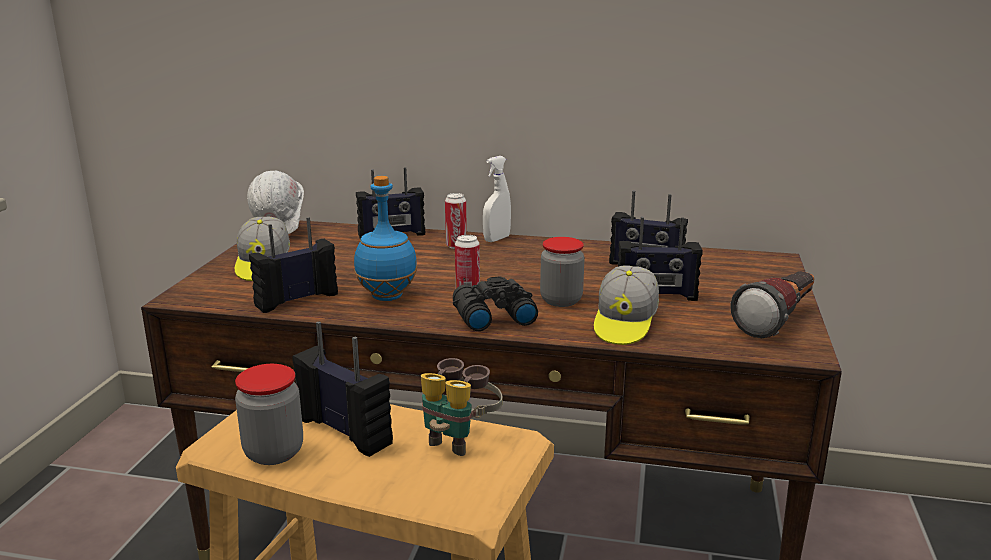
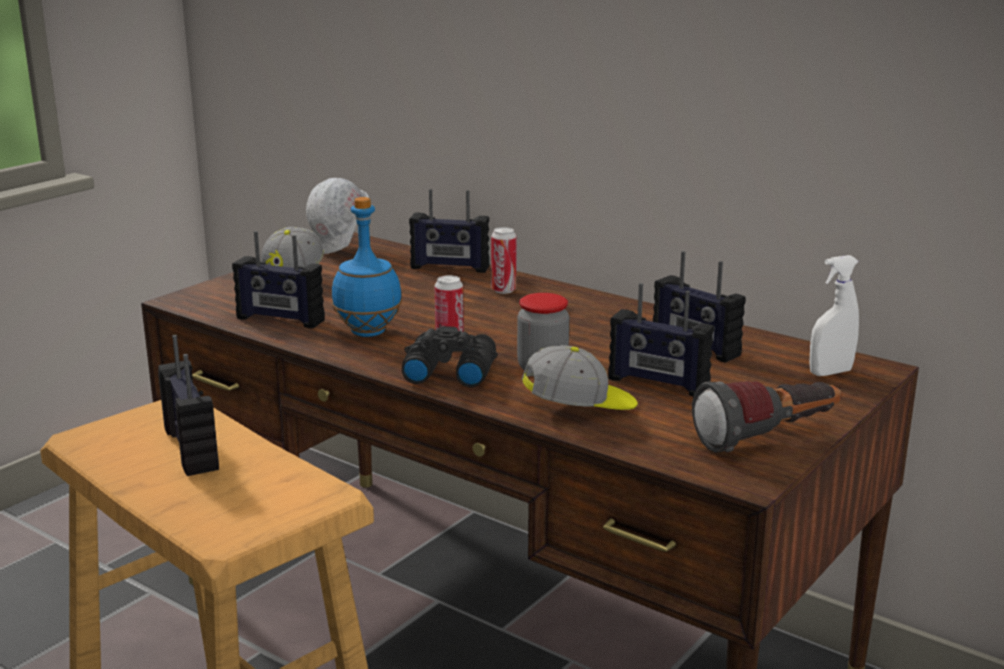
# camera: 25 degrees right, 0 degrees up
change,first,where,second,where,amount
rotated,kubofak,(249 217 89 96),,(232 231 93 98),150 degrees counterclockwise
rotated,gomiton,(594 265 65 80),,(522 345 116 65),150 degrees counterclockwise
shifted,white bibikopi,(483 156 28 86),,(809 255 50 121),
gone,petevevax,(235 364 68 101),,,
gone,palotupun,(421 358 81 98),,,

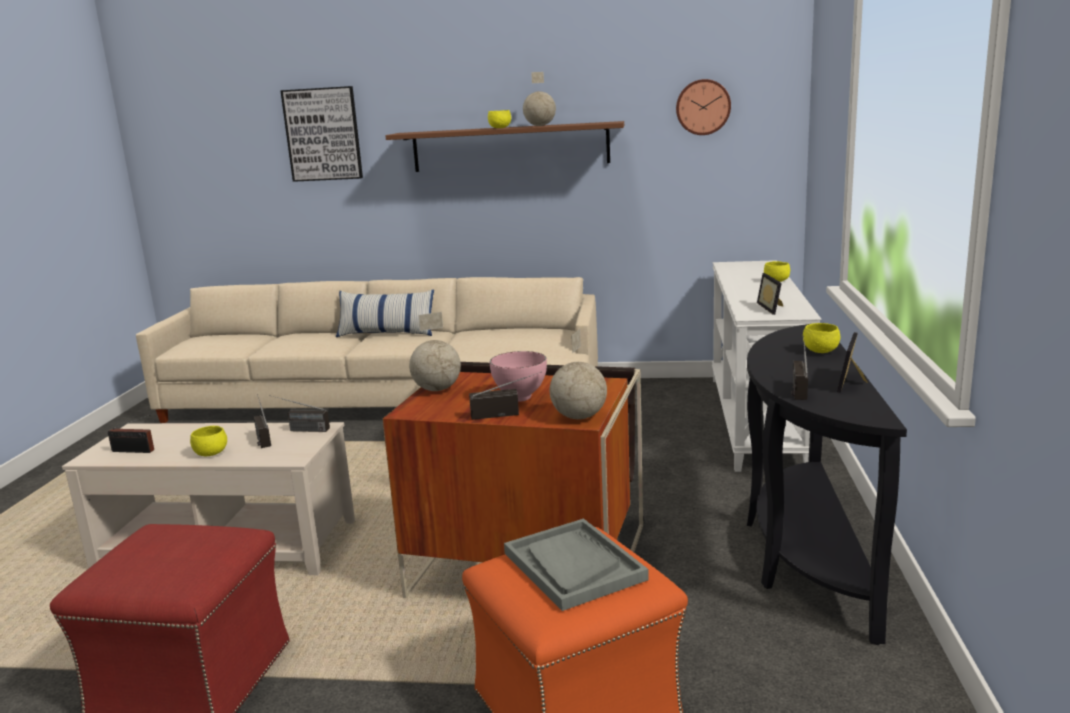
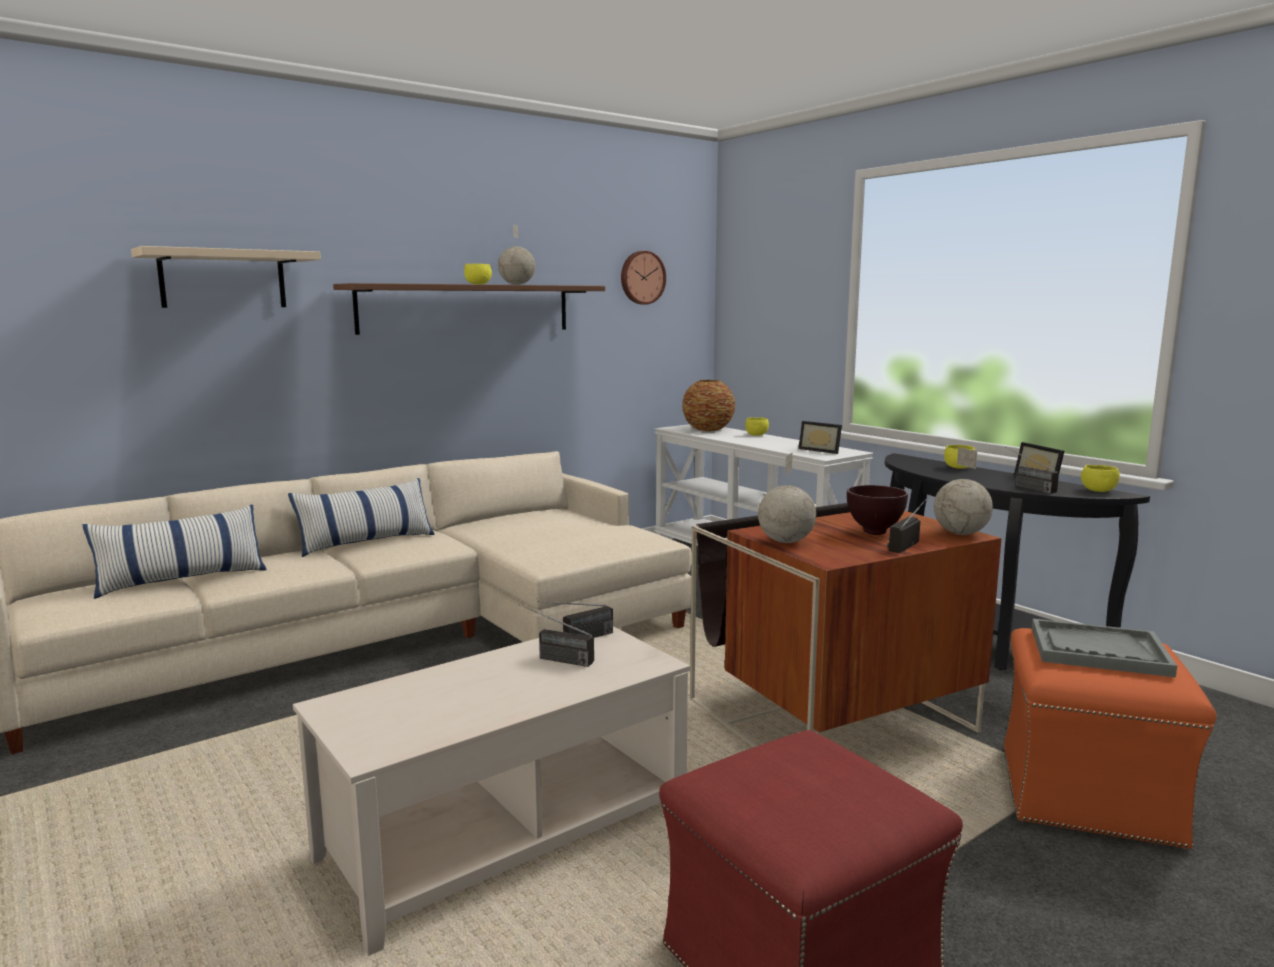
# camera: 45 degrees left, 5 degrees down
change,first,where,second,where,amount
new,,,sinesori,(82 504 185 95),
swapped,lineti,(280 86 83 96),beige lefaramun,(131 246 190 62),
new,,,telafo,(682 380 53 51),
repainted,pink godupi,(490 351 57 51),brown godupi,(847 485 61 50),
shifted,yellow godupi,(190 426 37 30),,(1081 465 39 27),
gone,kubofak,(108 414 46 39),,,

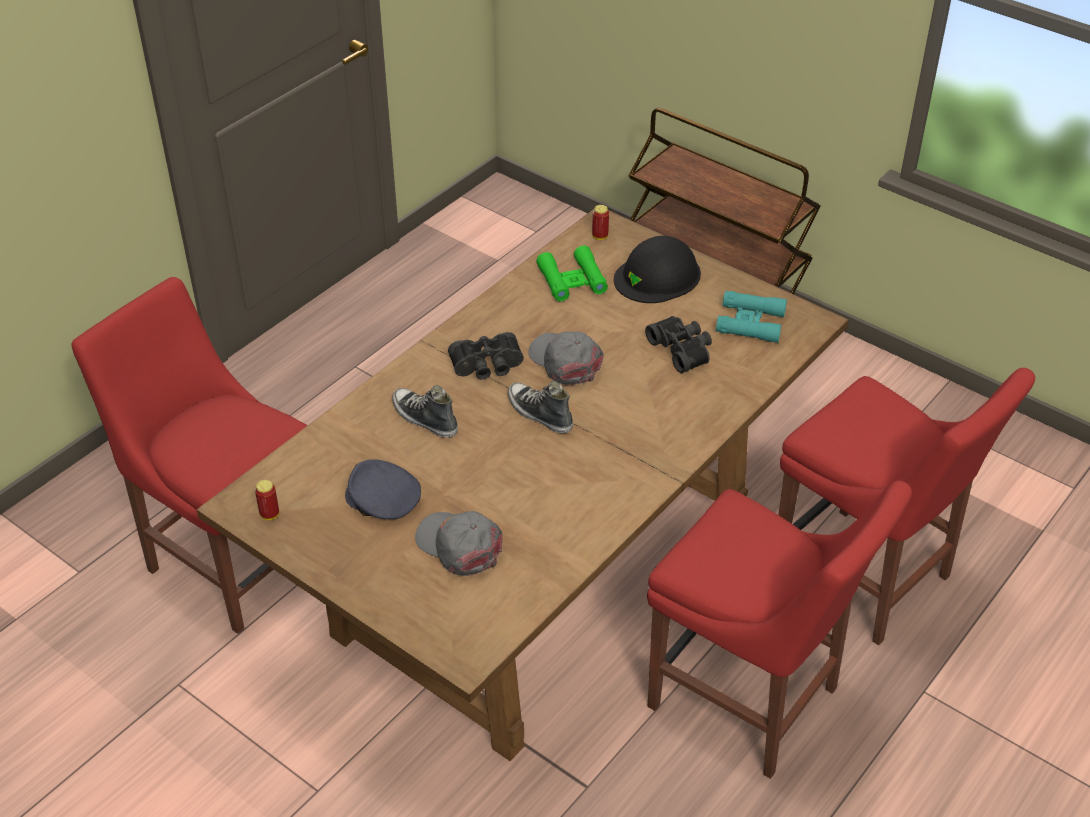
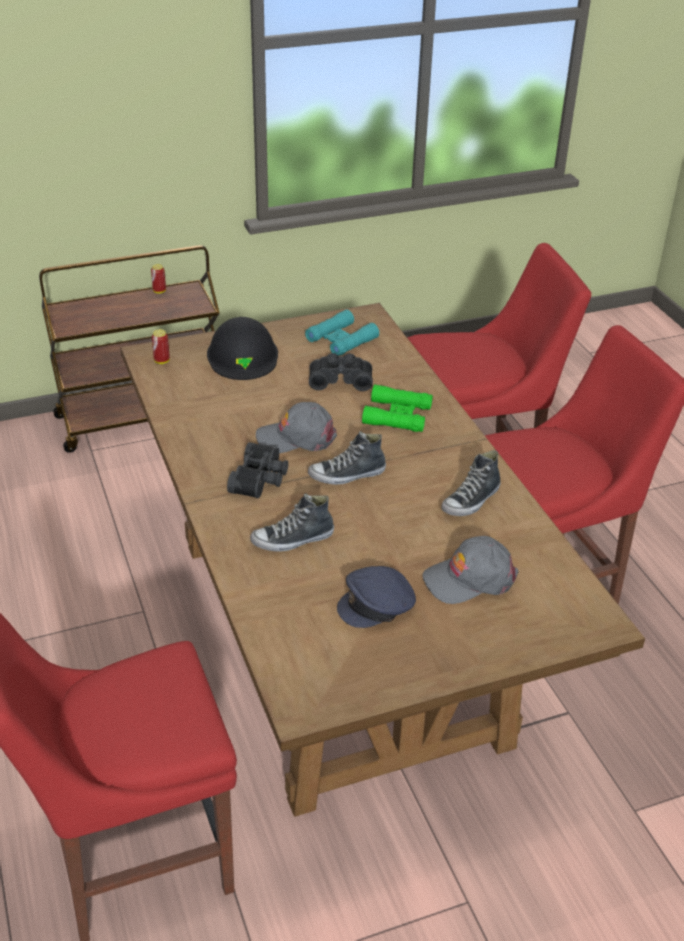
# camera: 60 degrees left, 5 degrees down
change,first,where,second,where,amount
shifted,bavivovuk,(255 480 24 40),,(151 264 15 30),
shifted,green palotupun,(536 246 72 55),,(362 384 71 48),
new,,,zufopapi,(441 450 60 66),

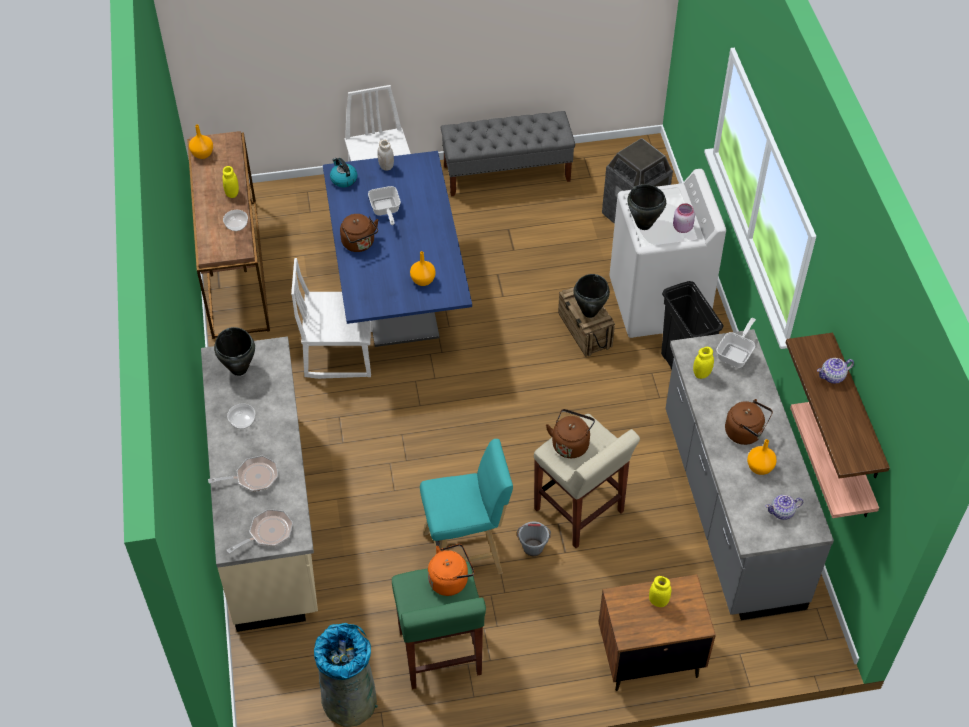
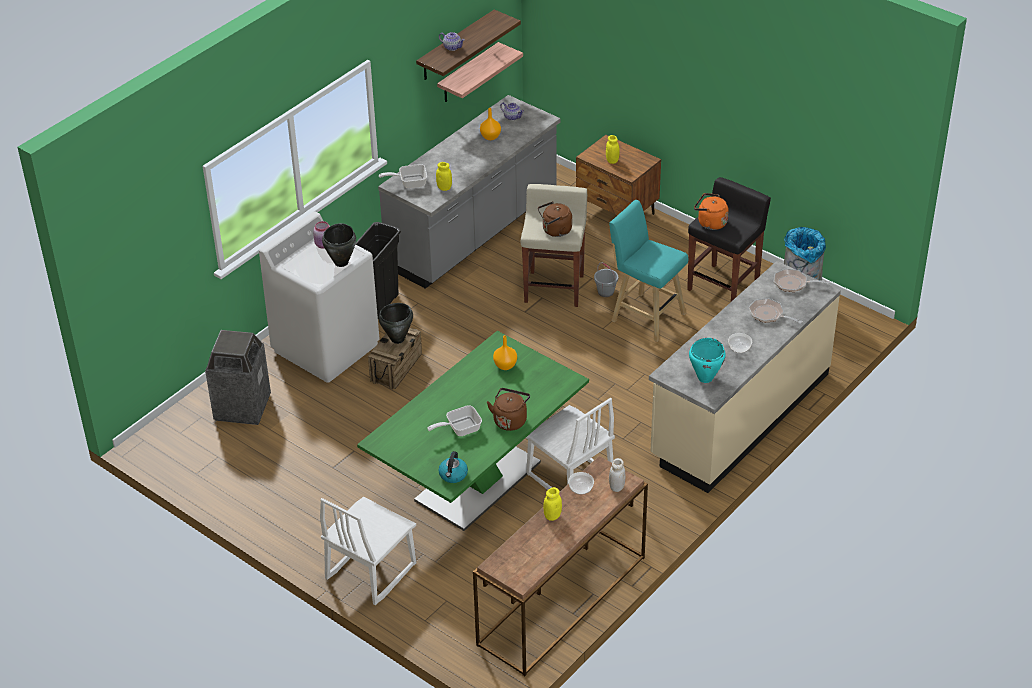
# camera: 130 degrees left, 10 degrees down
change,first,where,second,where,amount
repainted,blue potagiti,(323 151 149 196),green potagiti,(357 331 232 200),
rotated,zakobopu,(368 186 33 39),,(427 405 55 31),150 degrees counterclockwise
shifted,white petevevax,(378 139 16 32),,(609 458 16 34),
repainted,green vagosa,(392 562 94 127),black vagosa,(687 177 84 125),
repainted,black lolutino,(214 327 41 49),turquoise lolutino,(689 338 37 45),
gone,orange telafo,(189 124 24 35),,,
gone,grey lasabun,(441 111 134 85),,,
gone,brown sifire,(725 399 48 46),,,

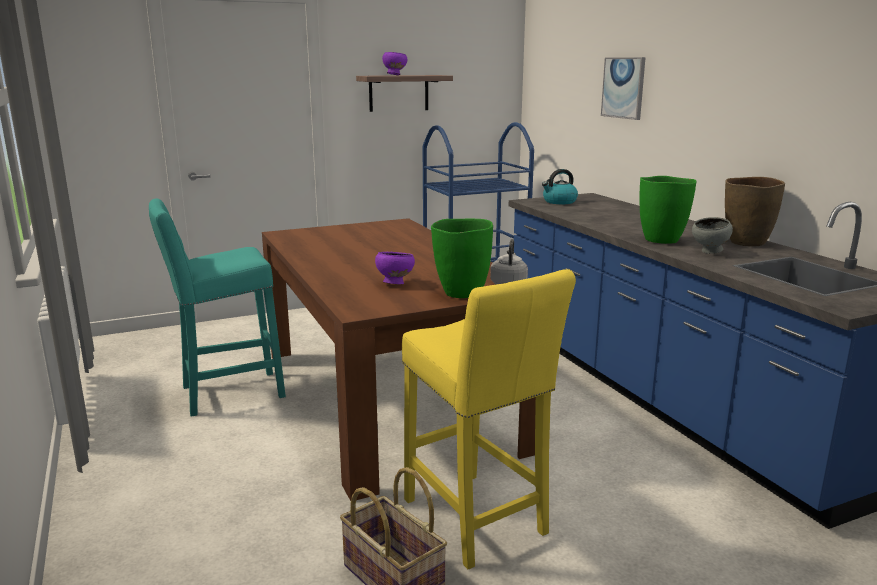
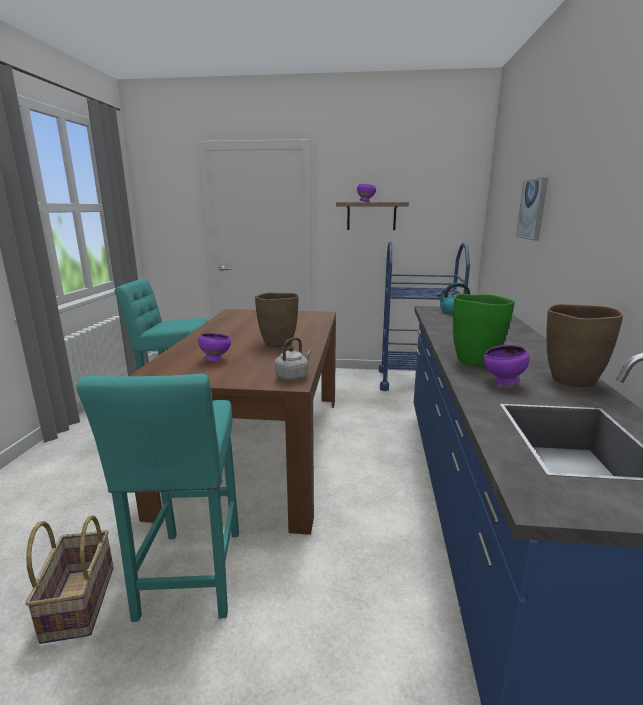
# camera: 30 degrees right, 0 degrees up
change,first,where,second,where,amount
repainted,yellow vagosa,(402 269 174 301),turquoise vagosa,(77 374 162 248),
new,,,brown telafo,(255 292 43 55),
repainted,grey godupi,(692 217 41 37),purple godupi,(483 345 46 41),
gone,green telafo,(431 219 62 79),,,

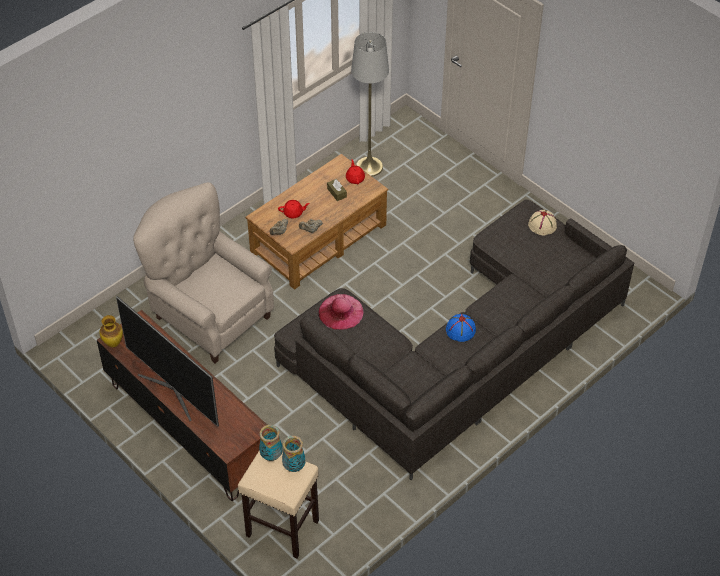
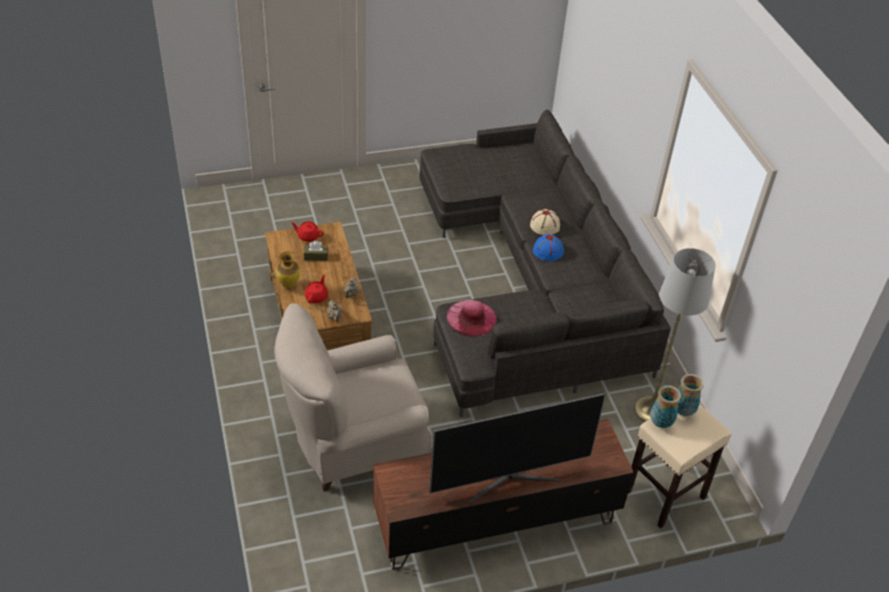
# camera: 65 degrees left, 5 degrees down
change,first,where,second,where,amount
shifted,telafo,(99 315 24 33),,(276 252 24 36),
shifted,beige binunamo,(528 210 29 25),,(530 209 30 26),
shifted,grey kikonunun,(351 32 38 145),,(634 248 81 174),

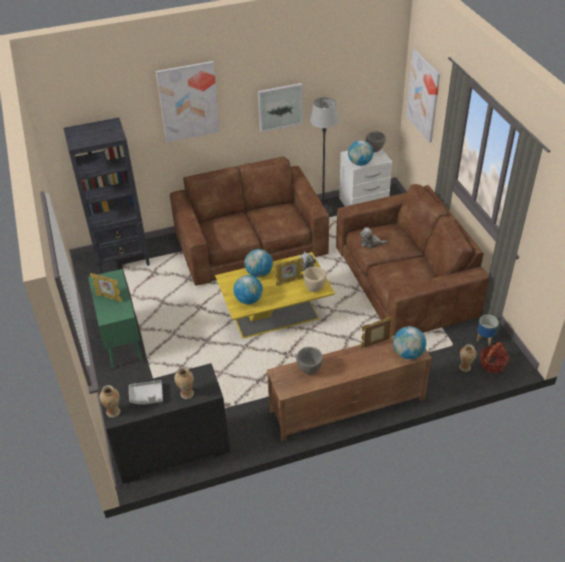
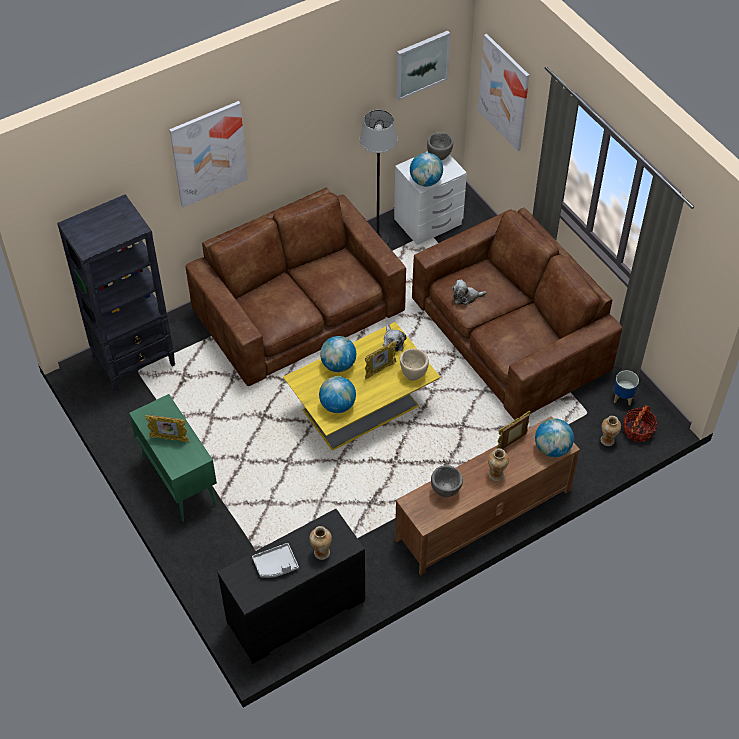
# camera: 15 degrees left, 10 degrees up
change,first,where,second,where,amount
shifted,lineti,(258 83 45 49),,(396 31 54 69),
shifted,telafo,(99 385 21 33),,(488 448 21 33),

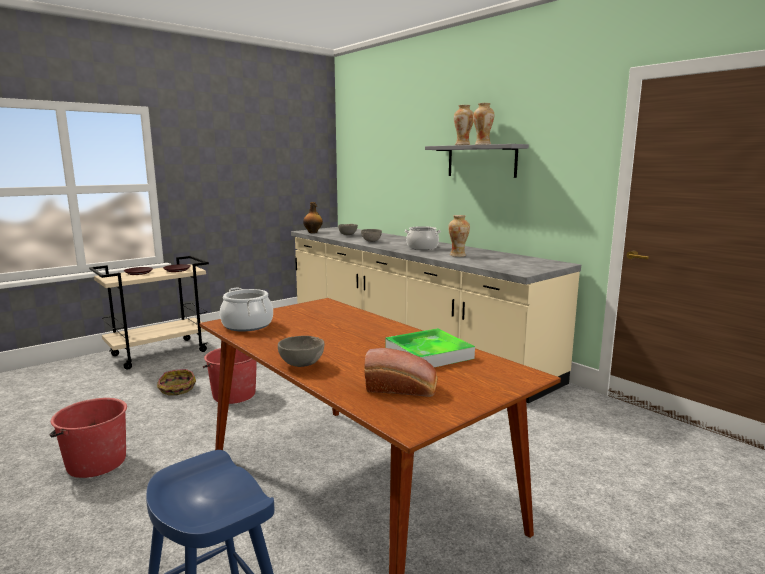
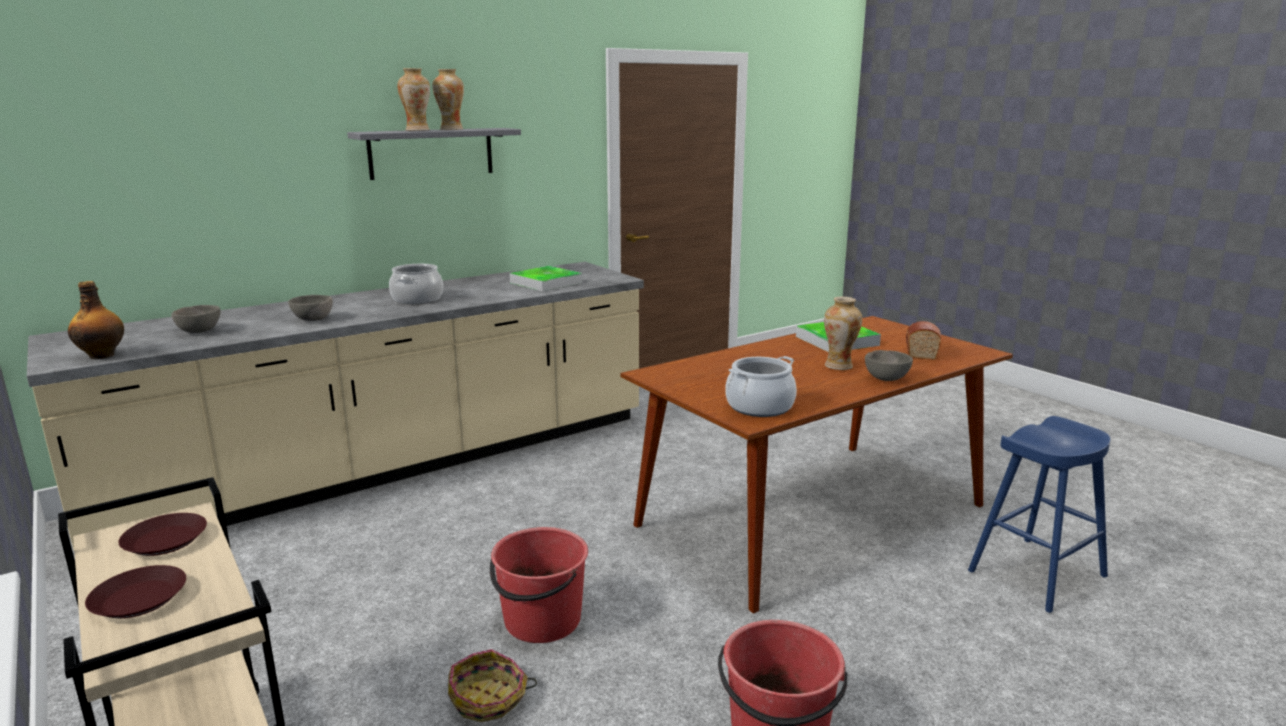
# camera: 85 degrees left, 5 degrees up
change,first,where,second,where,amount
new,,,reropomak,(509 266 73 25),
shifted,telafo,(448 215 22 42),,(824 297 38 73),

